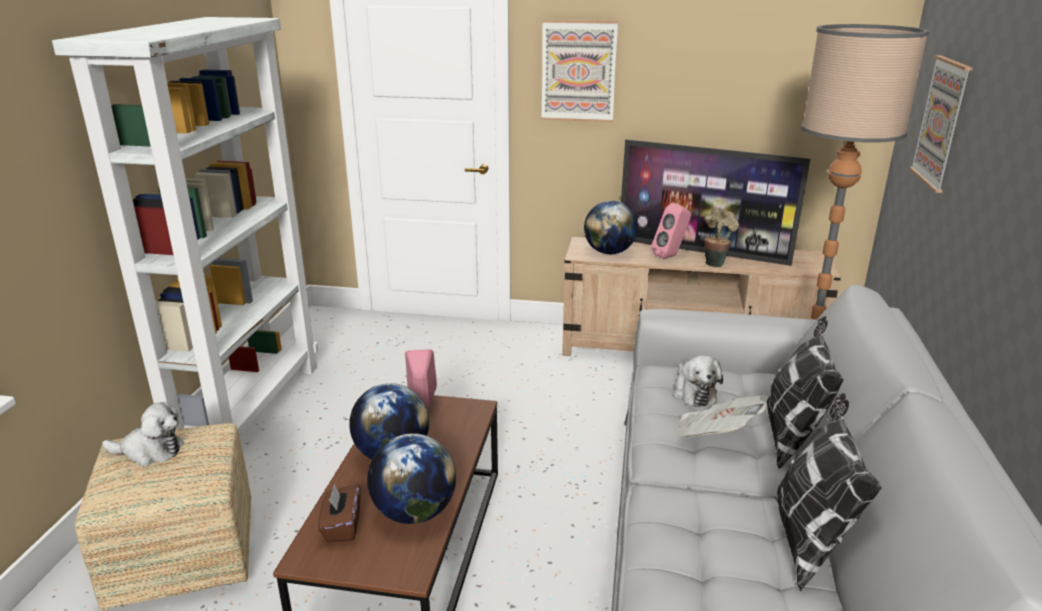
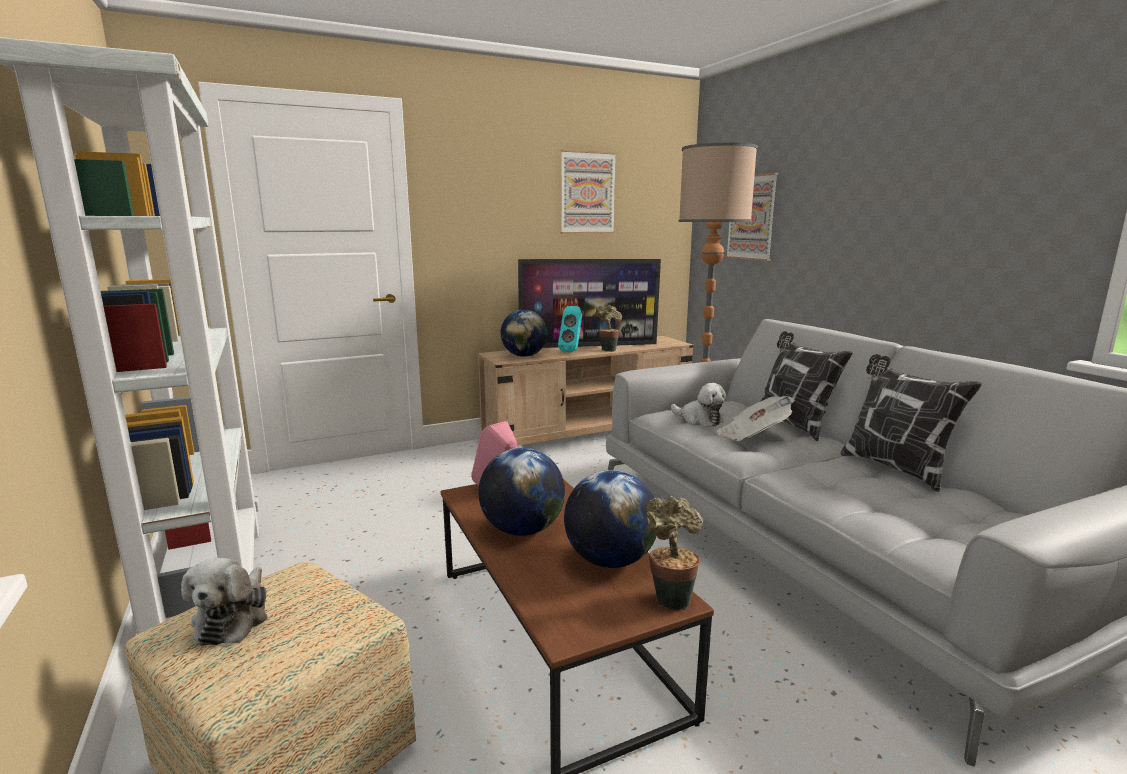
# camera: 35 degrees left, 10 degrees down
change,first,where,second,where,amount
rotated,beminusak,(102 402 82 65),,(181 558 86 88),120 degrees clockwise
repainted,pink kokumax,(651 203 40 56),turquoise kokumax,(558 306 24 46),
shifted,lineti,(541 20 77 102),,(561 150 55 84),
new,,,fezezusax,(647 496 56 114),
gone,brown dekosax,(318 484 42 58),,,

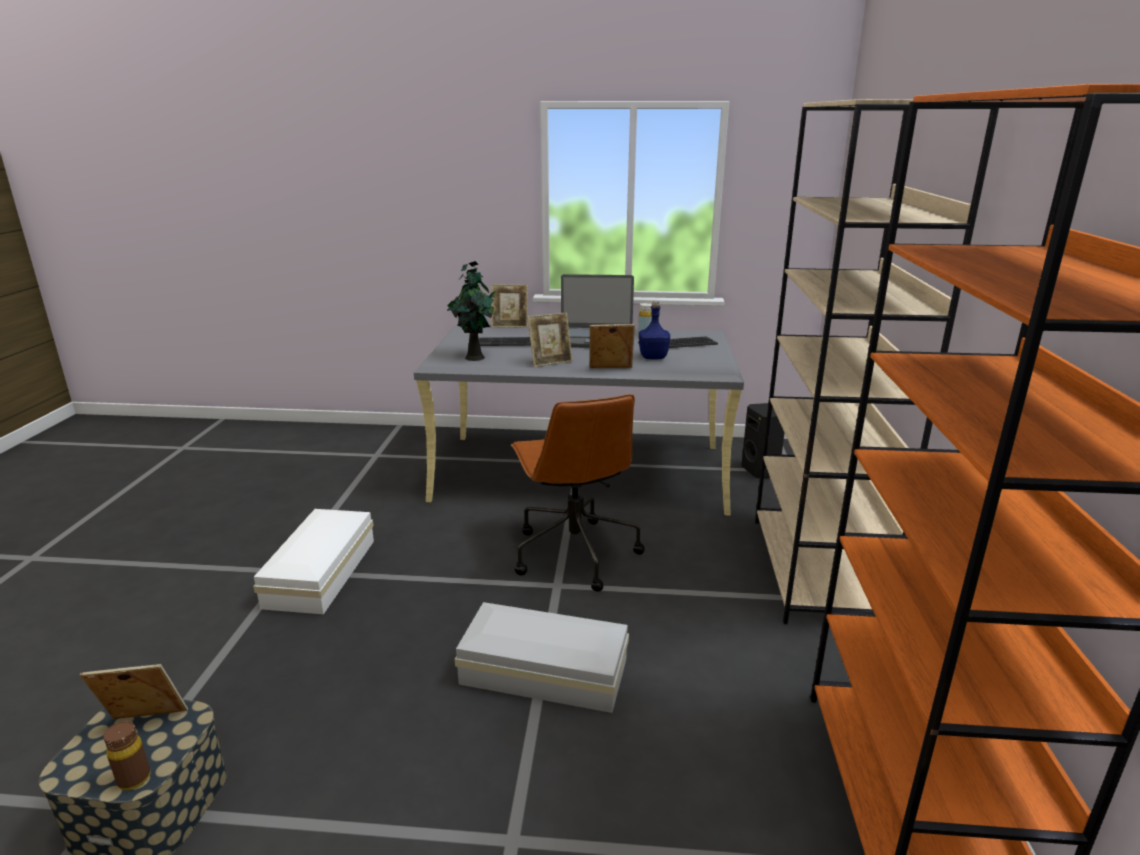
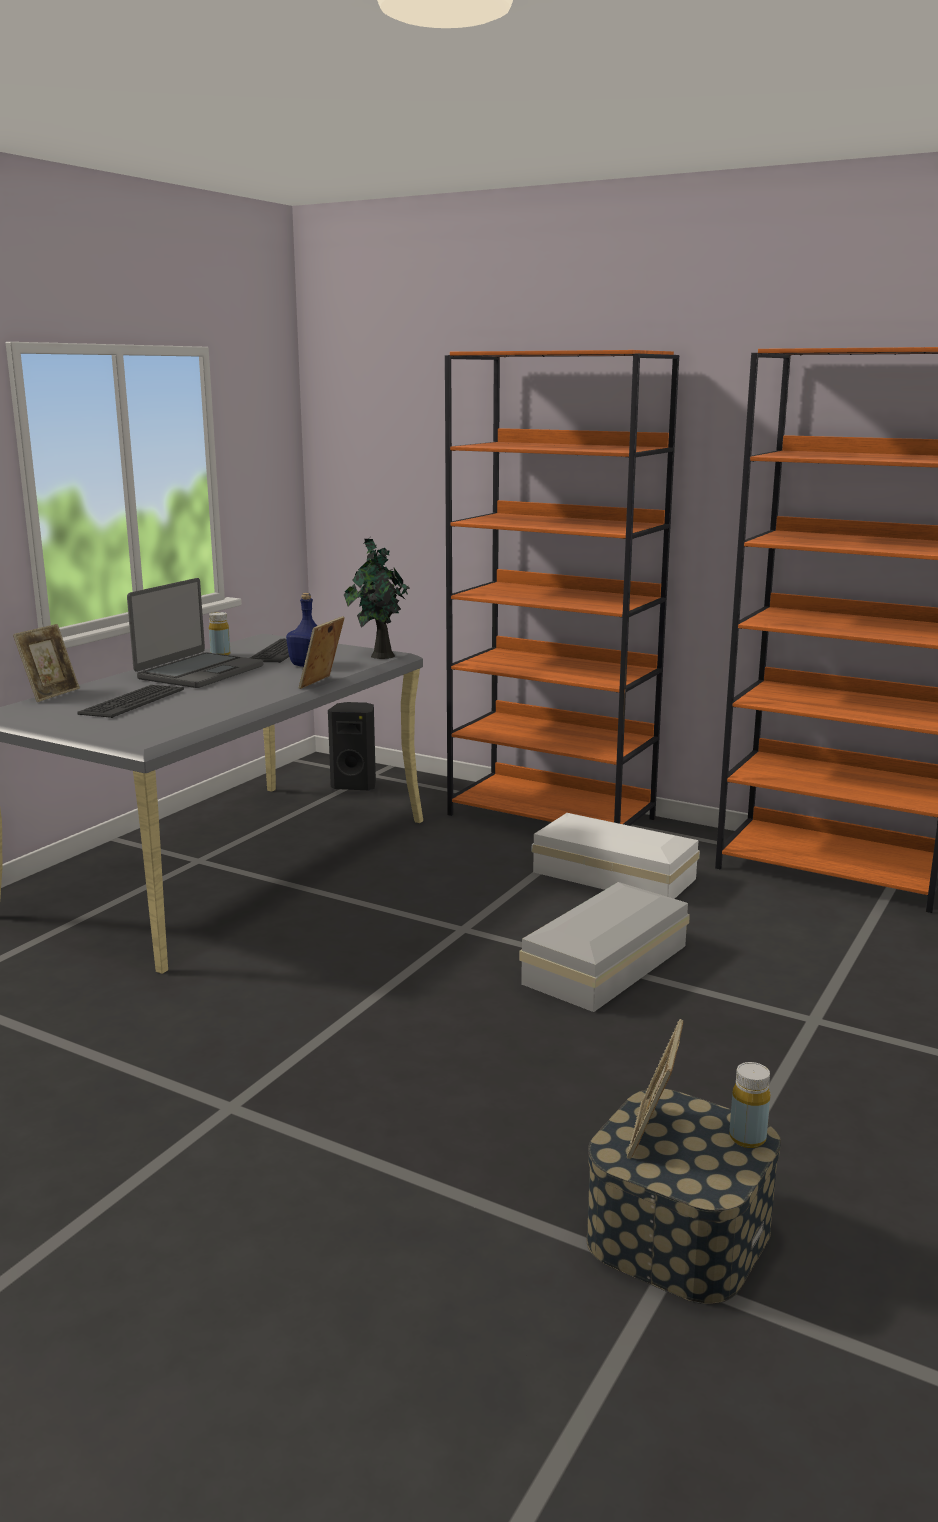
# camera: 65 degrees left, 5 degrees down
change,first,where,second,where,amount
shifted,fezezusax,(447 261 48 100),,(344 539 66 120),
repainted,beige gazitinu,(755 99 244 525),orange gazitinu,(445 350 234 476),
shifted,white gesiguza,(253 509 121 105),,(532 813 168 86),
repainted,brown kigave,(104 721 47 69),yellow kigave,(729 1062 41 86),
gone,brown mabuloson,(511 394 134 198),,,
gone,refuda,(527 312 46 55),,,

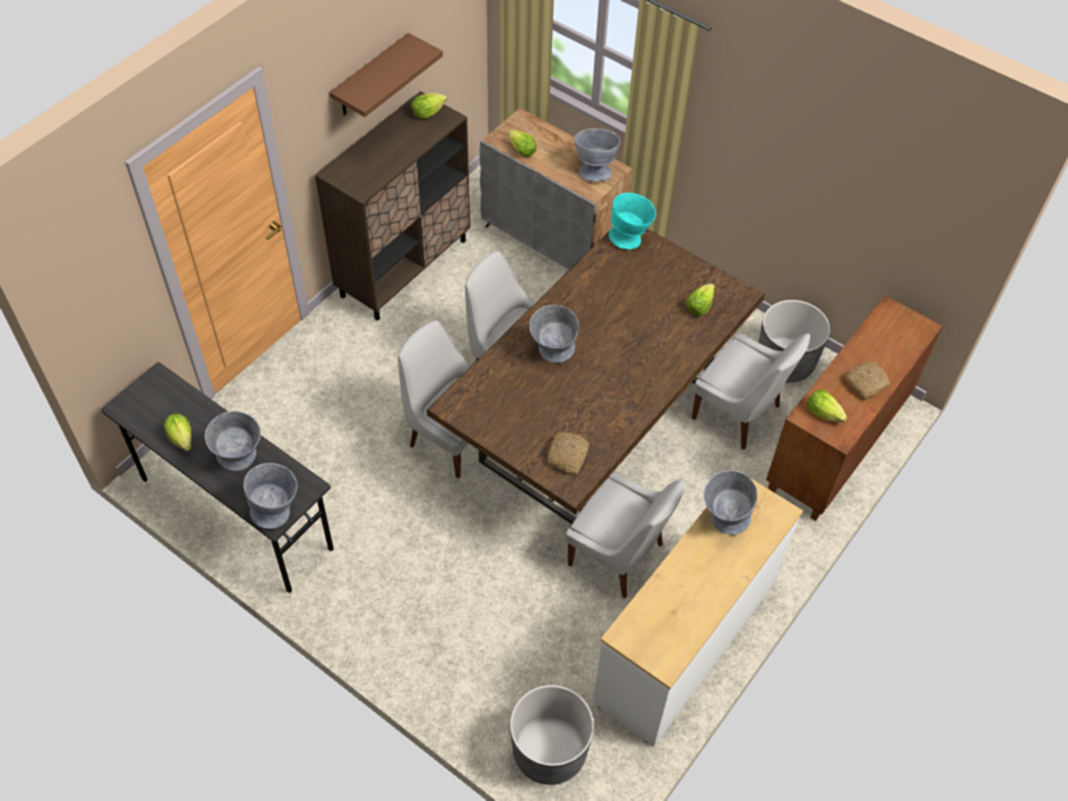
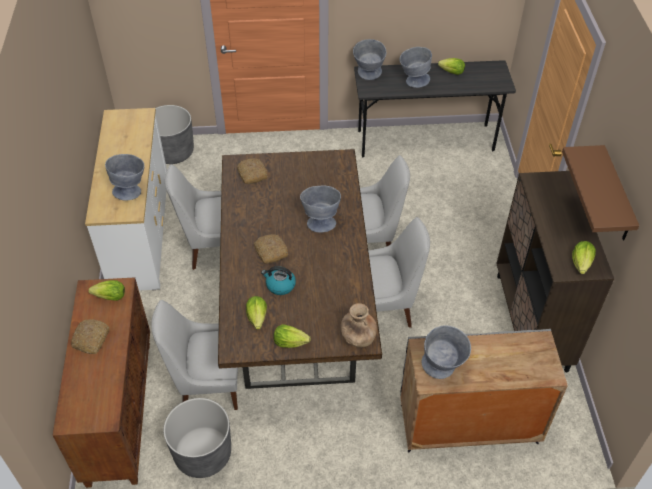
# camera: 140 degrees right, 5 degrees down
change,first,where,second,where,amount
new,,,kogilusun,(254 234 34 30),
new,,,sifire,(261 266 35 29),
shifted,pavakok,(508 130 29 27),,(274 324 37 24),
swapped,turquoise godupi,(609 193 47 57),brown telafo,(341 303 36 44),

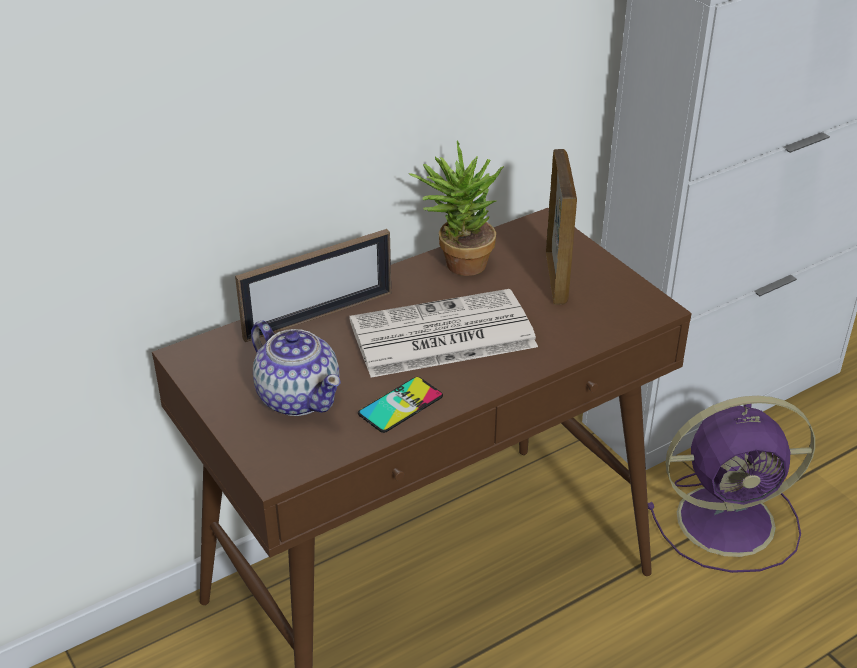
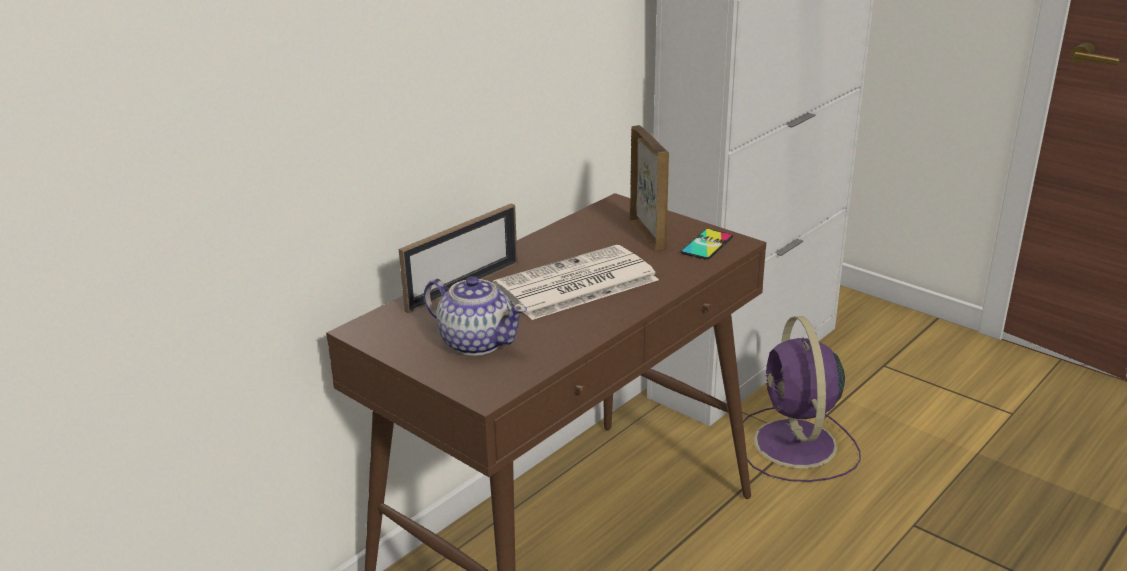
# camera: 15 degrees left, 10 degrees down
change,first,where,second,where,amount
shifted,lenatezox,(358 377 85 56),,(680 229 53 31),
rotated,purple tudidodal,(648 396 167 177),,(743 316 118 166),105 degrees clockwise
gone,fezezusax,(409 140 95 136),,,

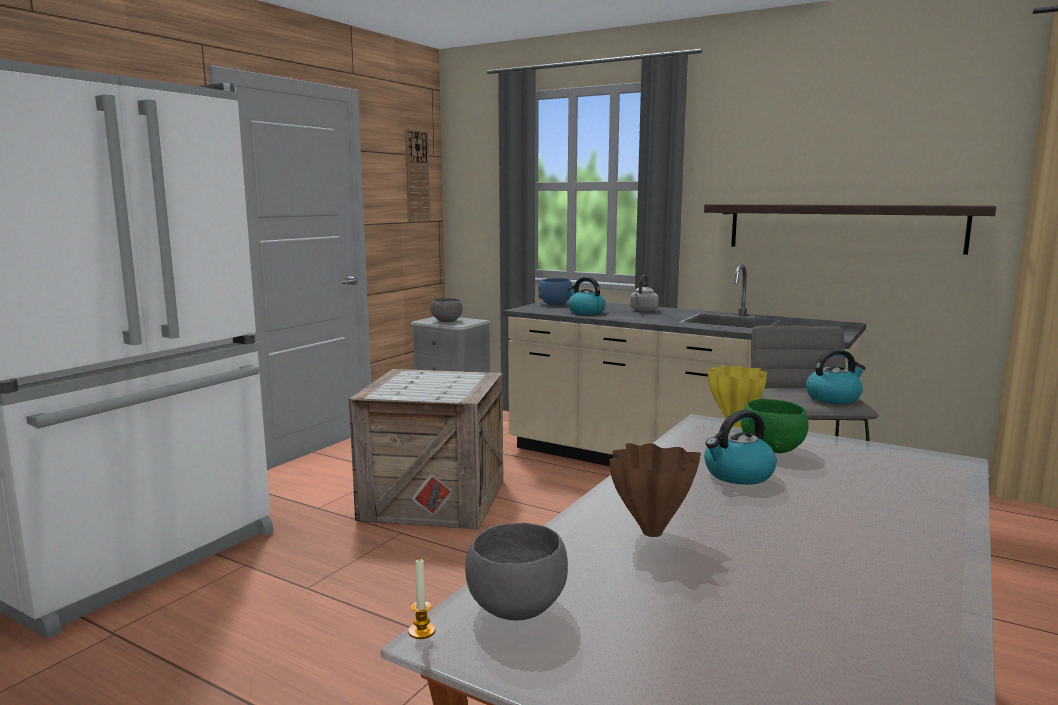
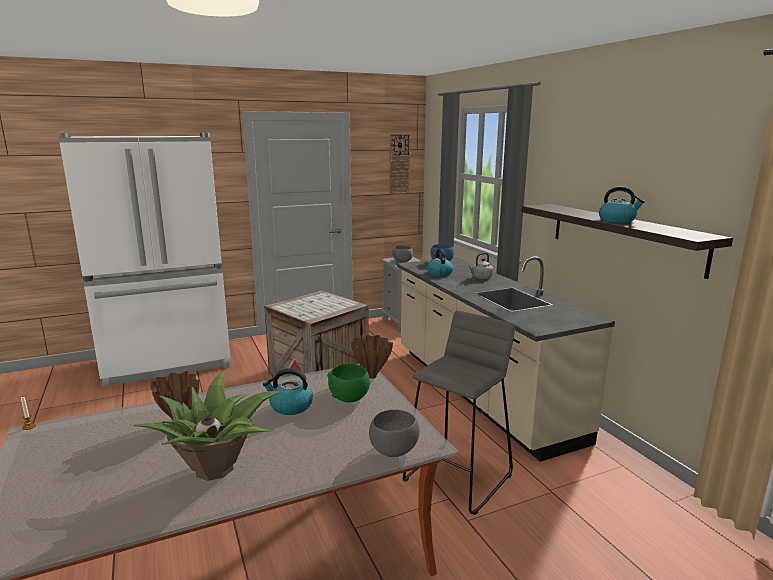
# camera: 35 degrees right, 5 degrees up
change,first,where,second,where,amount
new,,,fezezusax,(134 371 146 110),
repainted,yellow telafo,(708 365 59 62),brown telafo,(351 335 42 44),
shifted,grey godupi,(465 523 103 98),,(369 409 51 48),
shifted,sifire,(806 349 60 55),,(599 186 45 37),

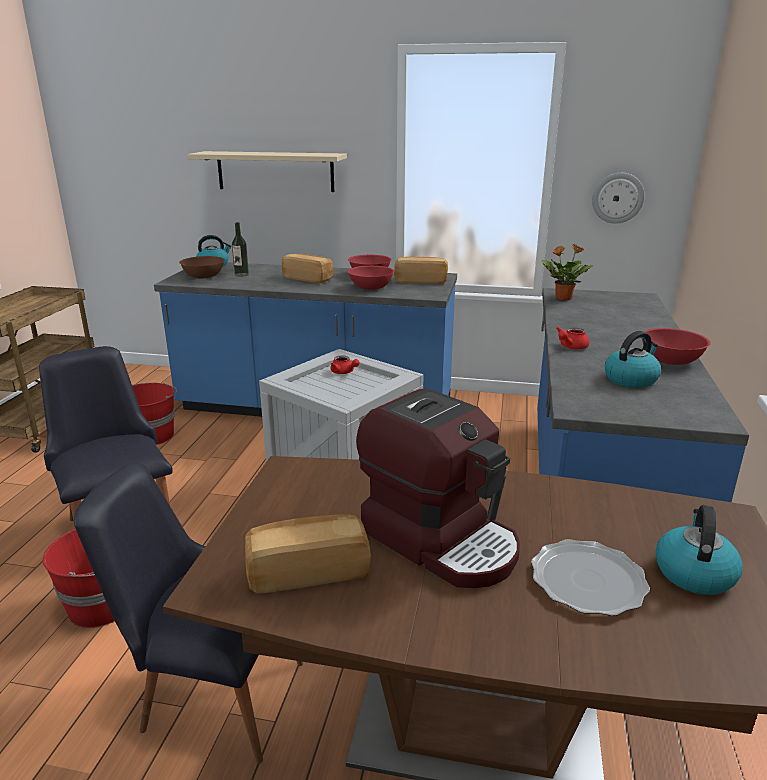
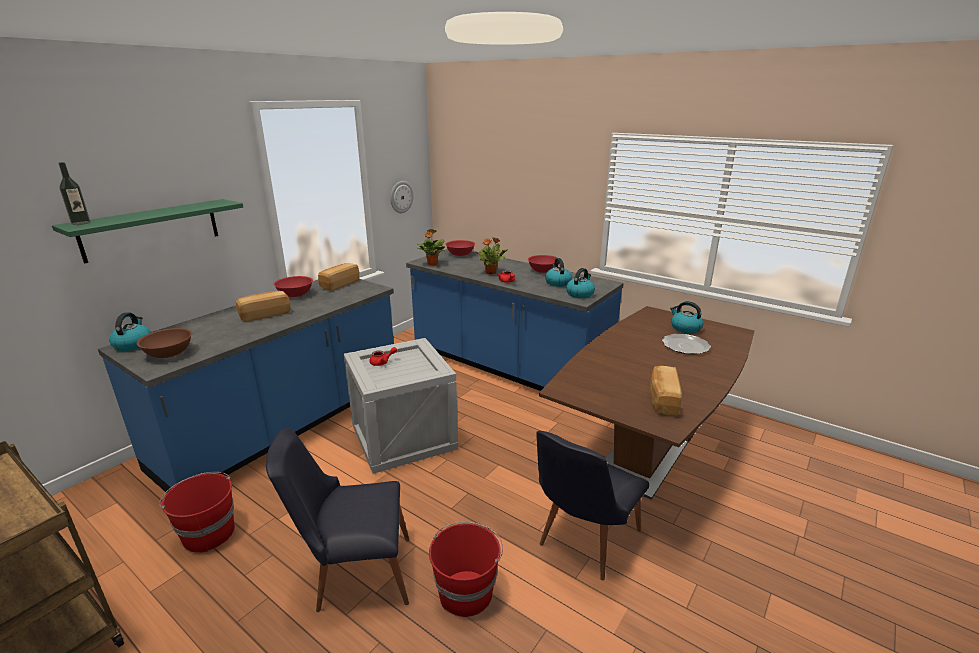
# camera: 65 degrees left, 0 degrees up
change,first,where,second,where,amount
repainted,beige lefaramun,(187 151 160 41),green lefaramun,(52 199 191 65),
shifted,kigave,(232 222 17 55),,(58 162 32 63),
shifted,red godupi,(348 266 46 24),,(445 240 30 16),
new,,,fezezusax,(475 238 33 36),
new,,,sifire,(566 268 29 30),
gone,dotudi,(356 388 164 200),,,

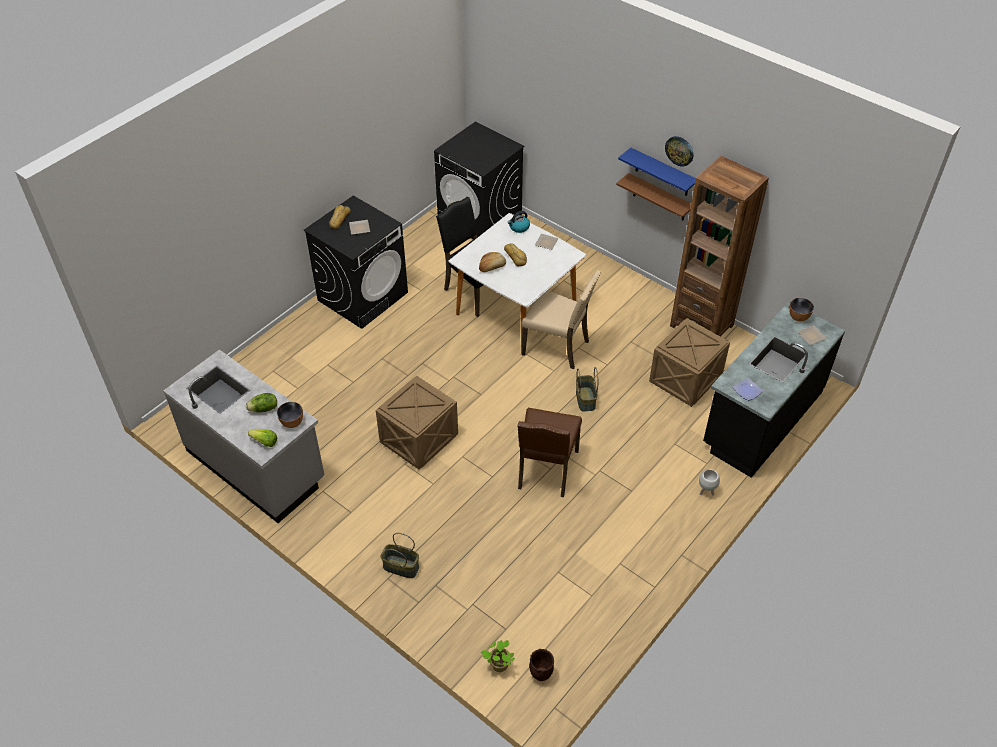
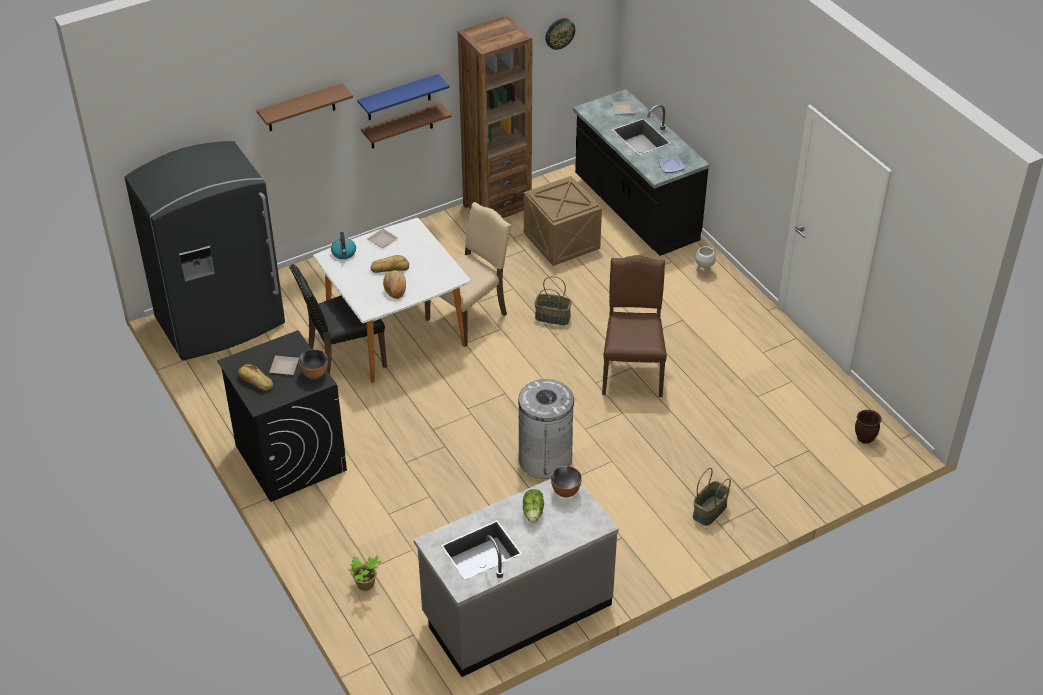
# camera: 70 degrees left, 5 degrees down
change,first,where,second,where,amount
swapped,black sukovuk,(434 121 91 118),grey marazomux,(125 141 160 220),
new,,,brown lefaramun,(257 83 96 48),
shifted,godupi,(789 298 25 24),,(299 350 29 29),
shifted,fezezusax,(481 640 34 32),,(348 555 34 36),
swapped,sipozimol,(376 375 82 95),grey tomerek,(518 379 56 100),
shifted,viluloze,(665 136 29 30),,(545 18 30 32),
rotated,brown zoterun,(517 408 65 89),,(602 255 65 142),120 degrees counterclockwise
gone,pavakok,(248 429 29 18),,,

